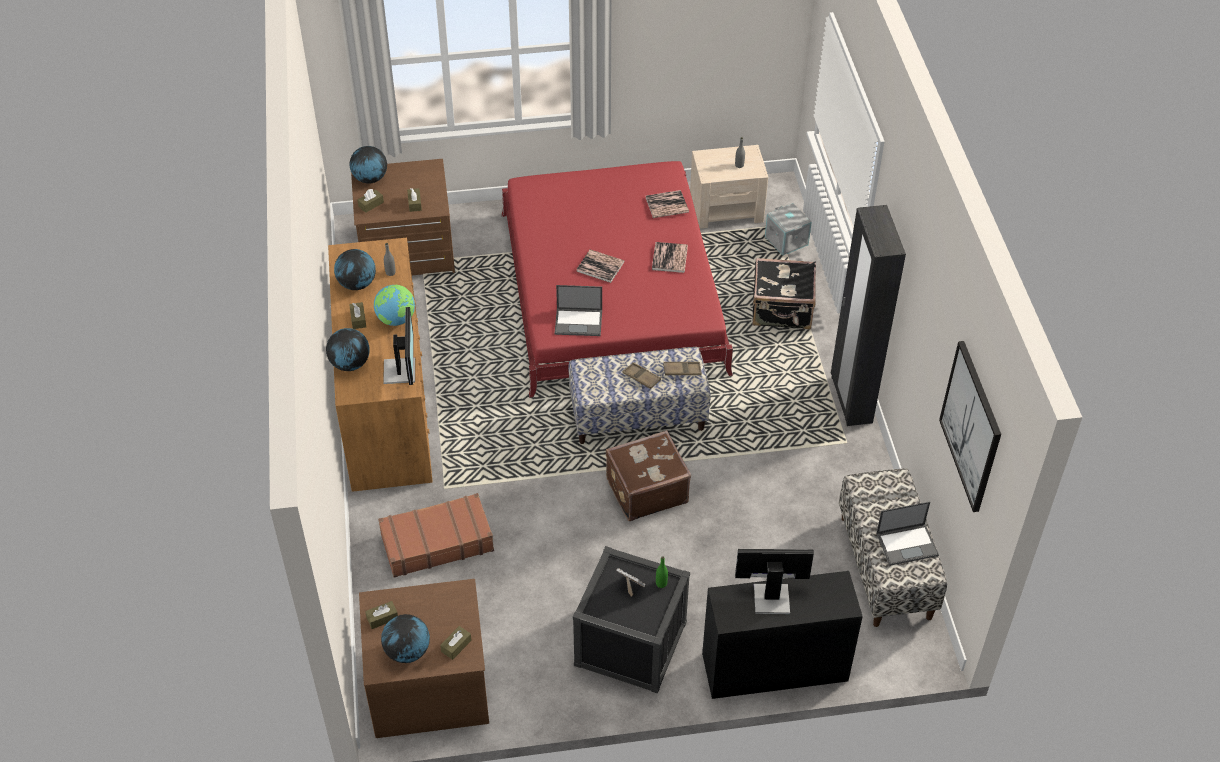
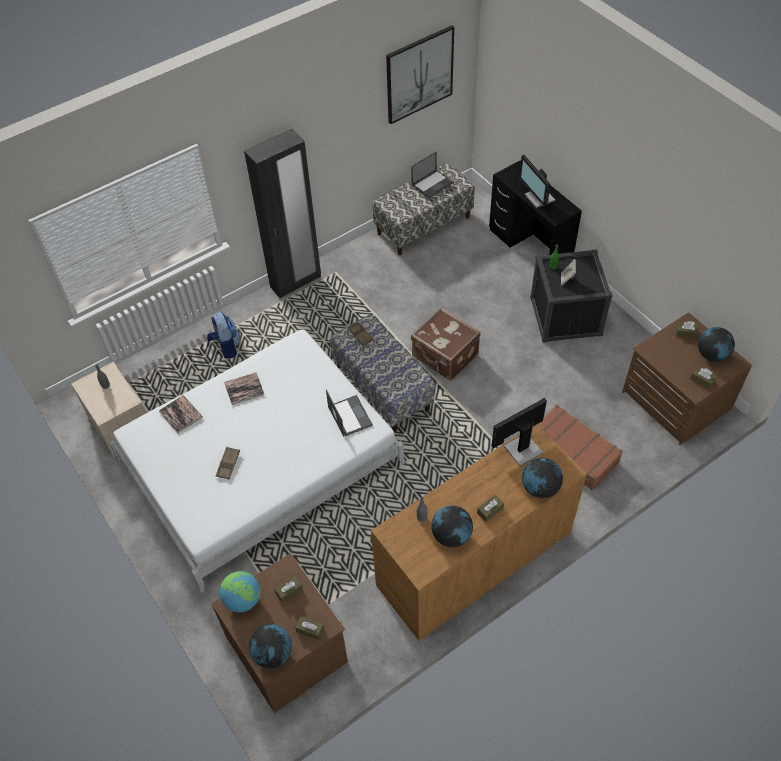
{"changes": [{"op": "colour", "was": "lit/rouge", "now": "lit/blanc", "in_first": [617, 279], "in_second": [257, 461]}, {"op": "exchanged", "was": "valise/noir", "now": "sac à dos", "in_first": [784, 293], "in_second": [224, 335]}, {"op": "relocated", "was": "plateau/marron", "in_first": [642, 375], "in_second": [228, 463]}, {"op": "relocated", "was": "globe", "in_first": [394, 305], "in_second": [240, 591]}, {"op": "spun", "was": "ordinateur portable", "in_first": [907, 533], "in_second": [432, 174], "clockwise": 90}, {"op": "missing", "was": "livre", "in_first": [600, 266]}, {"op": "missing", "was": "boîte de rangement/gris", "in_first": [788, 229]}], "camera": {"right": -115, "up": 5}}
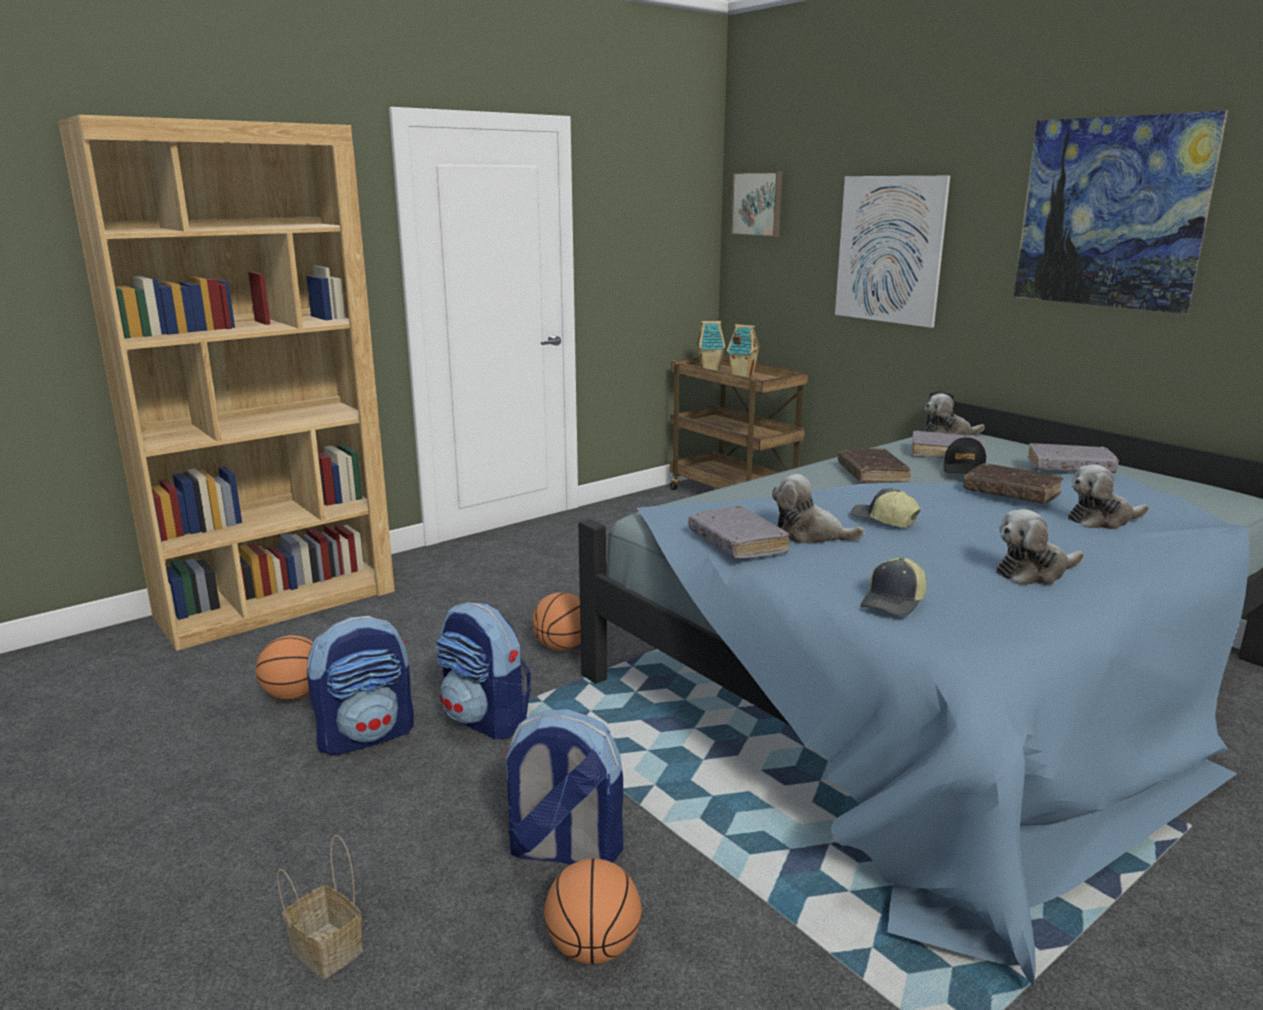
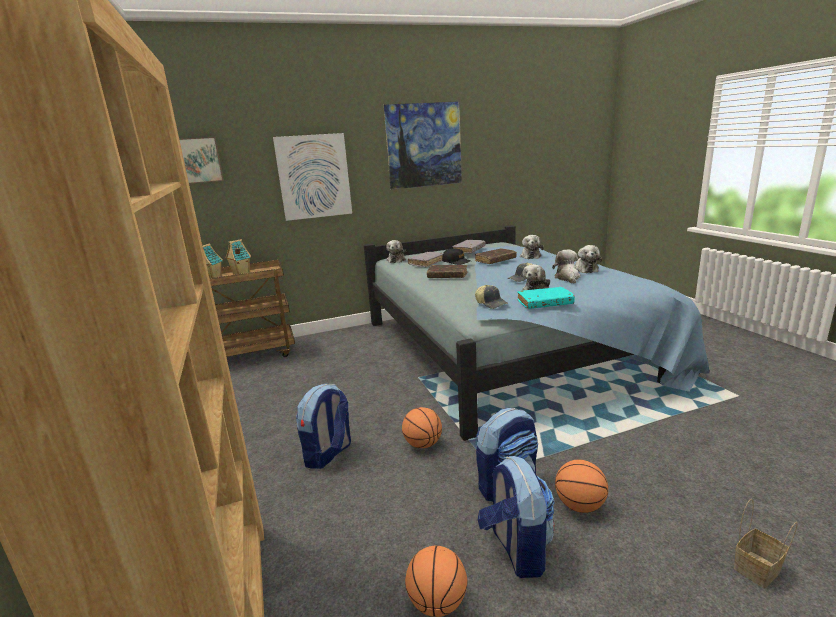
{"changes": [{"op": "relocated", "was": "sac à dos", "in_first": [563, 787], "in_second": [323, 426]}, {"op": "relocated", "was": "casquette", "in_first": [893, 586], "in_second": [491, 297]}, {"op": "colour", "was": "livre/gris", "now": "livre/turquoise", "in_first": [738, 532], "in_second": [546, 298]}, {"op": "appeared", "now": "peluche", "in_second": [566, 266]}, {"op": "relocated", "was": "ballon de basket", "in_first": [593, 911], "in_second": [581, 486]}], "camera": {"right": -70, "up": 0}}
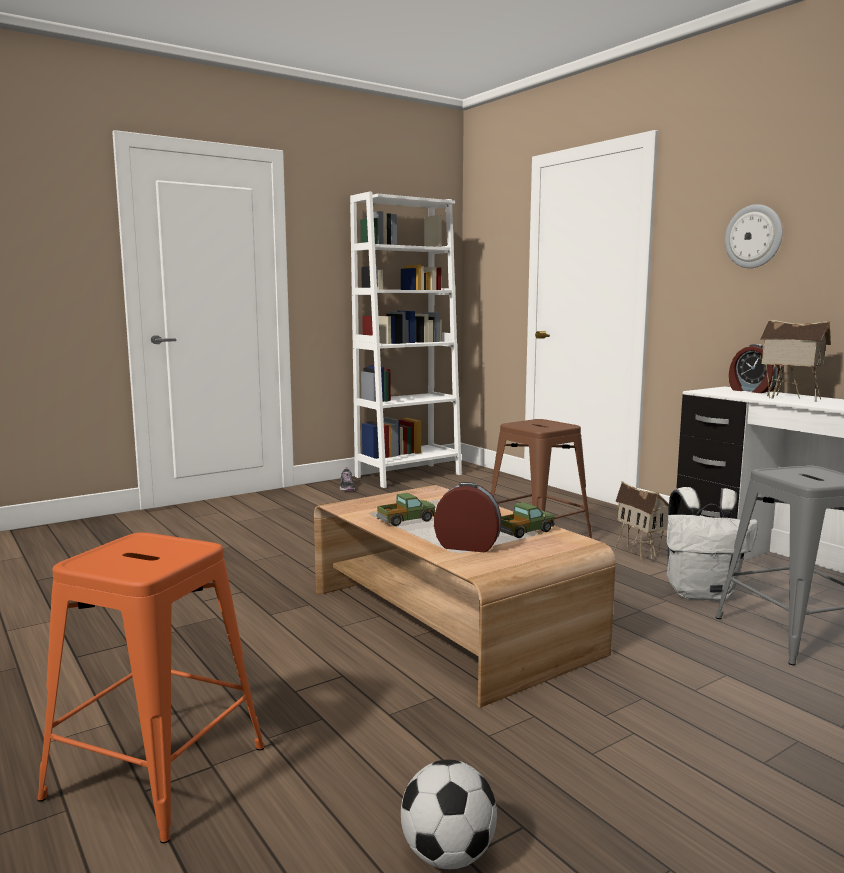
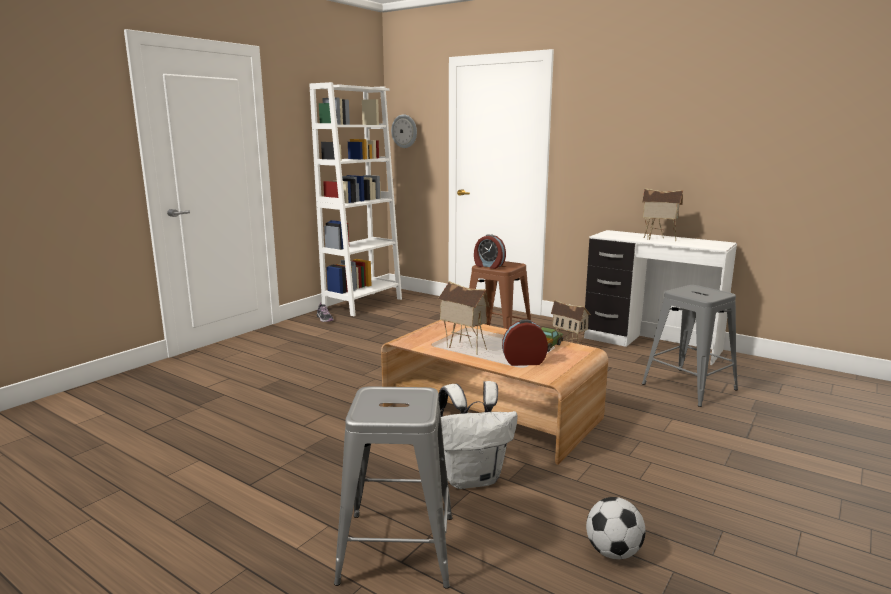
{"changes": [{"op": "colour", "was": "tabouret/orange", "now": "tabouret/gris", "in_first": [151, 688], "in_second": [393, 487]}, {"op": "relocated", "was": "horloge murale", "in_first": [754, 236], "in_second": [404, 131]}, {"op": "exchanged", "was": "camion jouet", "now": "maison miniature", "in_first": [406, 509], "in_second": [463, 318]}, {"op": "relocated", "was": "sac à dos/blanc", "in_first": [712, 544], "in_second": [478, 435]}, {"op": "relocated", "was": "réveil", "in_first": [754, 368], "in_second": [490, 251]}], "camera": {"right": -20, "up": 5}}
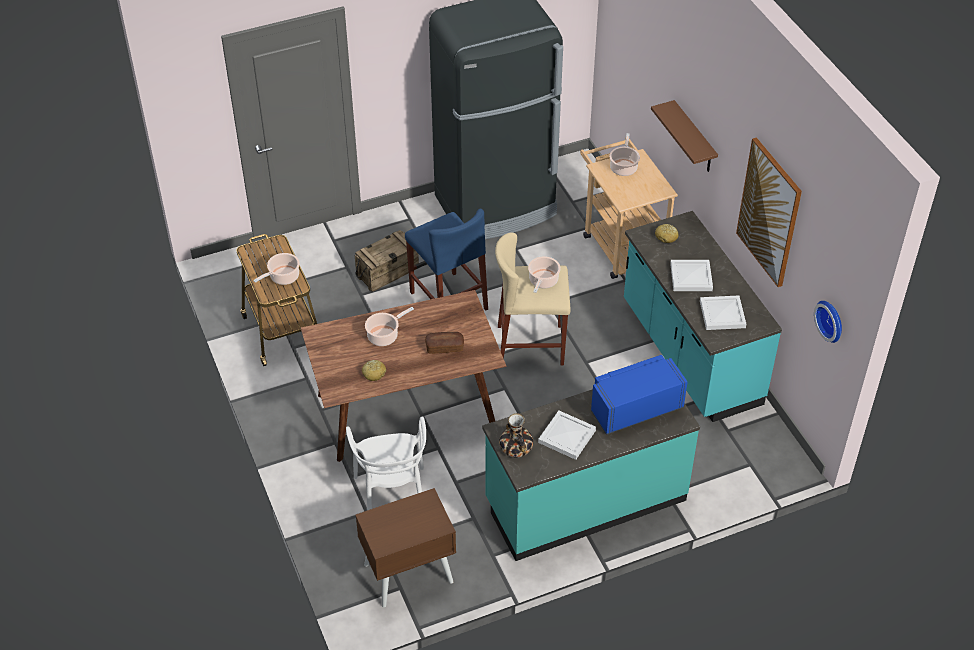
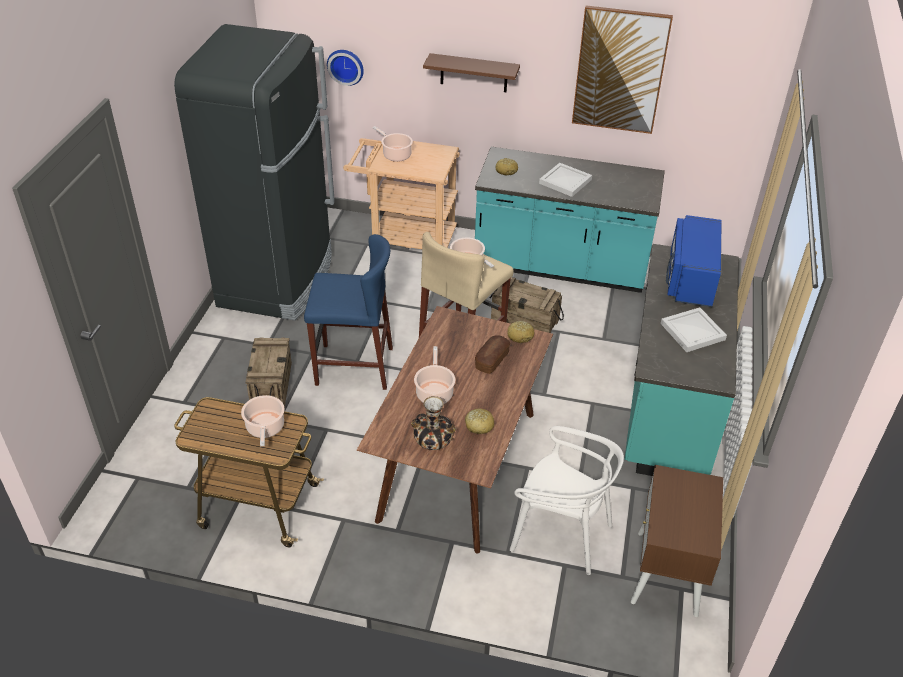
{"changes": [{"op": "relocated", "was": "horloge murale", "in_first": [828, 322], "in_second": [345, 68]}, {"op": "relocated", "was": "vase", "in_first": [516, 435], "in_second": [433, 423]}, {"op": "appeared", "now": "caisse", "in_second": [527, 305]}, {"op": "appeared", "now": "pain", "in_second": [521, 332]}, {"op": "missing", "was": "plateau/blanc", "in_first": [723, 312]}], "camera": {"right": -55, "up": -5}}
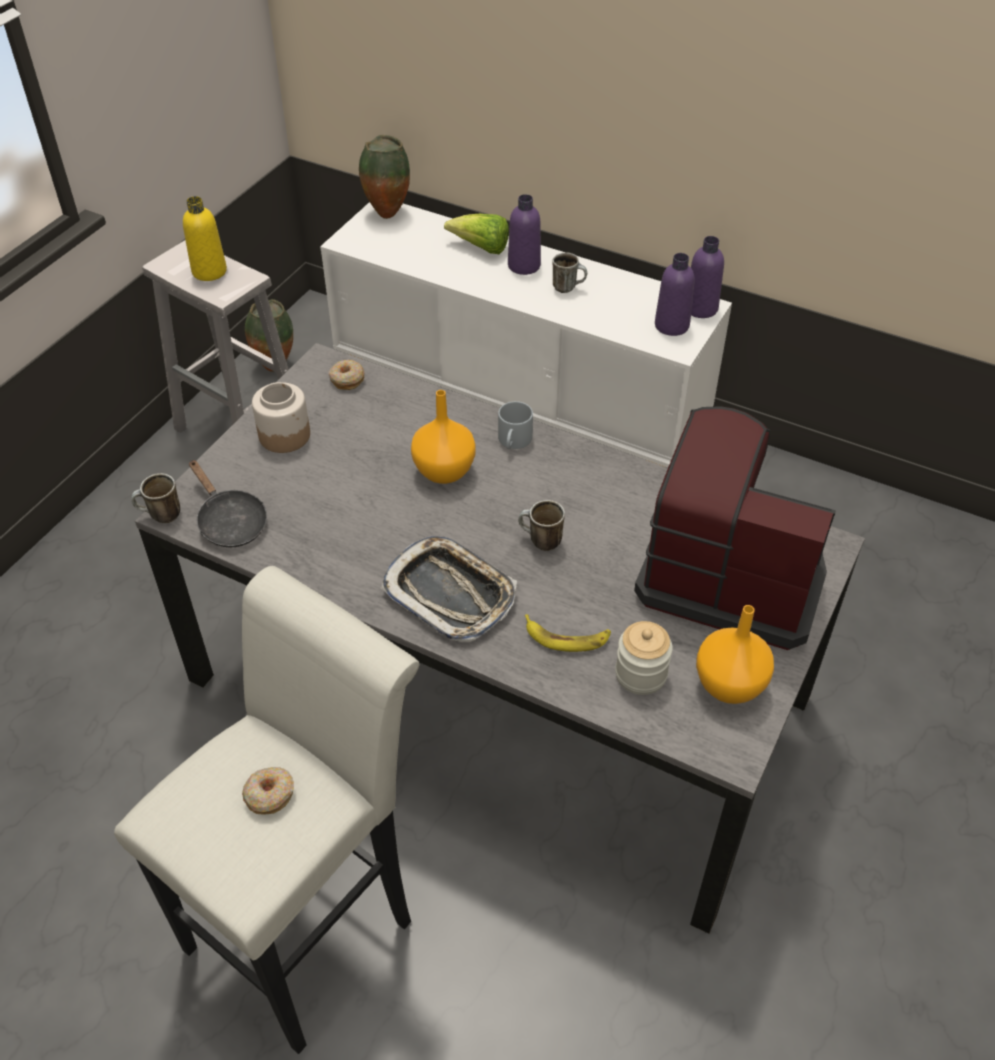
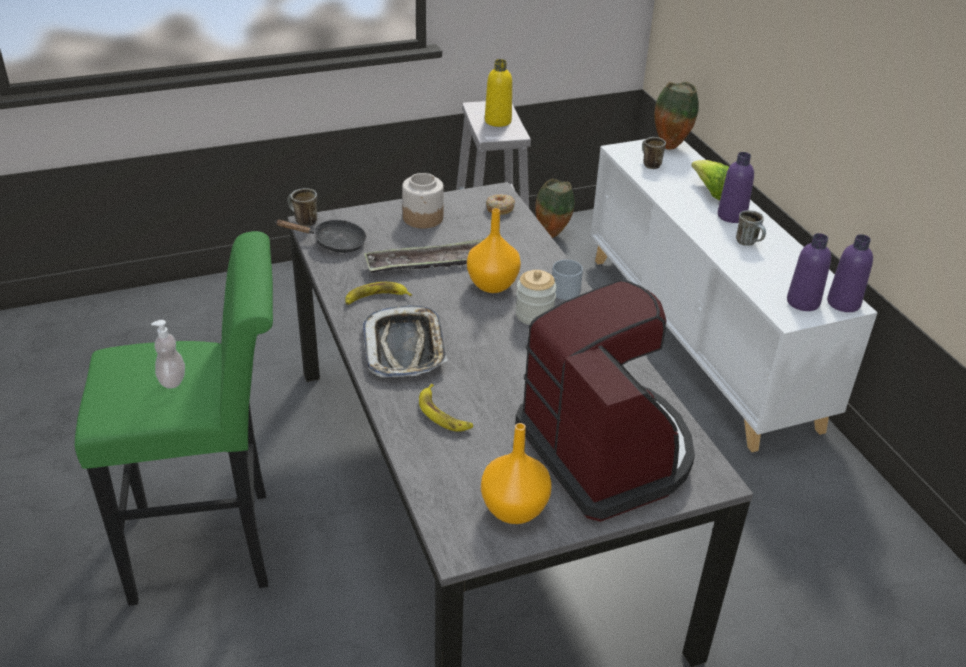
{"changes": [{"op": "colour", "was": "tabouret/blanc", "now": "tabouret/vert", "in_first": [266, 810], "in_second": [174, 418]}, {"op": "exchanged", "was": "beignet", "now": "distributeur de savon", "in_first": [268, 791], "in_second": [168, 354]}, {"op": "spun", "was": "poêle/noir", "in_first": [228, 504], "in_second": [321, 236], "clockwise": -90}, {"op": "appeared", "now": "banane", "in_second": [378, 293]}, {"op": "appeared", "now": "plateau", "in_second": [424, 255]}, {"op": "relocated", "was": "bocal", "in_first": [644, 658], "in_second": [536, 297]}, {"op": "relocated", "was": "mug", "in_first": [541, 525], "in_second": [654, 153]}], "camera": {"right": 40, "up": -10}}
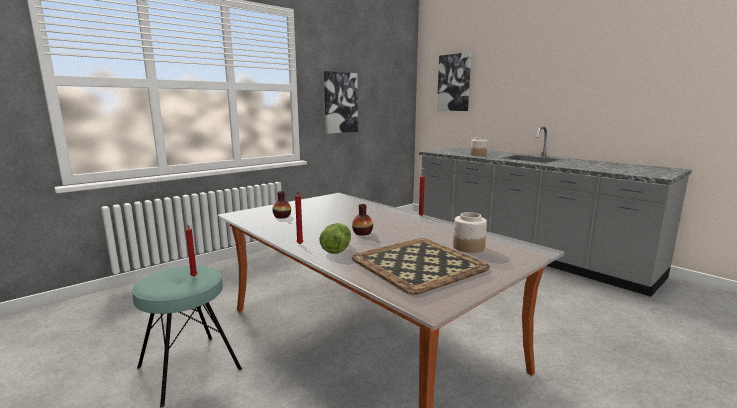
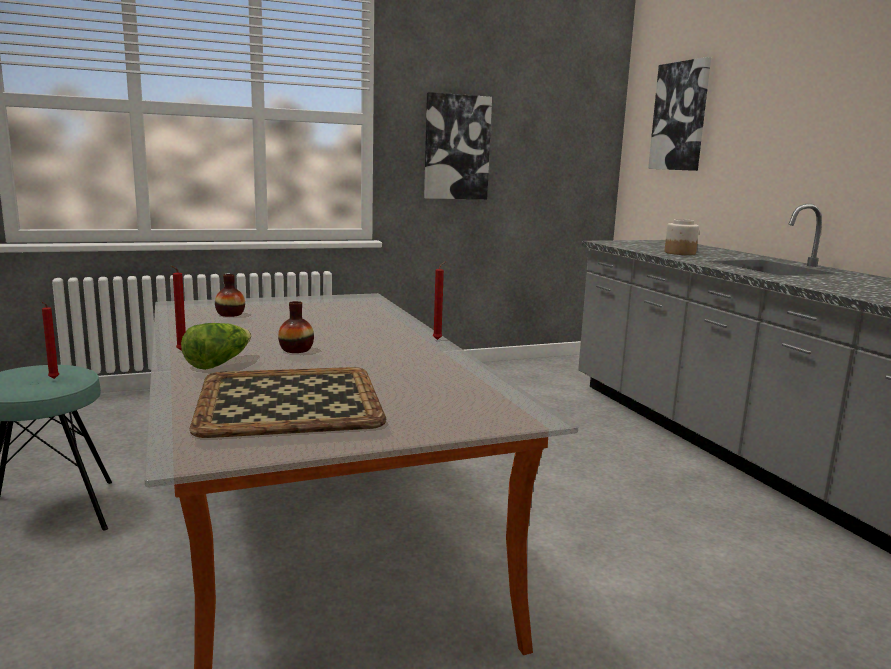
{"changes": [{"op": "missing", "was": "bocal", "in_first": [470, 232]}], "camera": {"right": 20, "up": 0}}
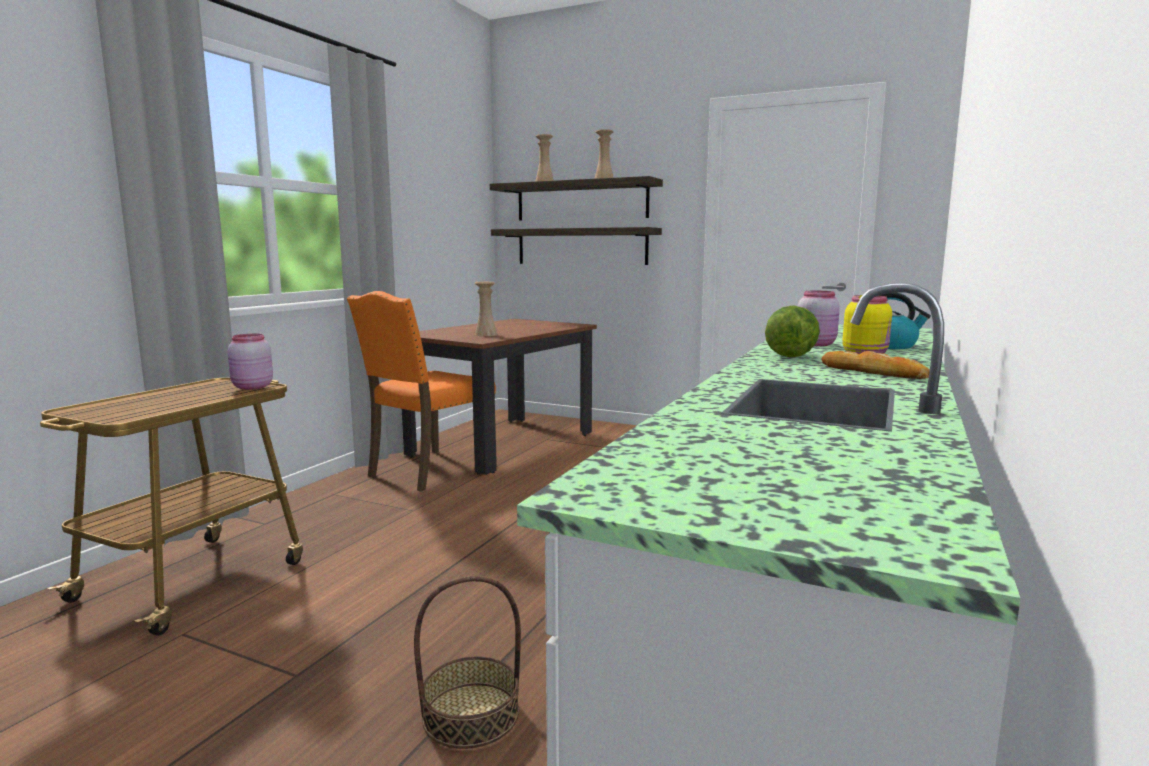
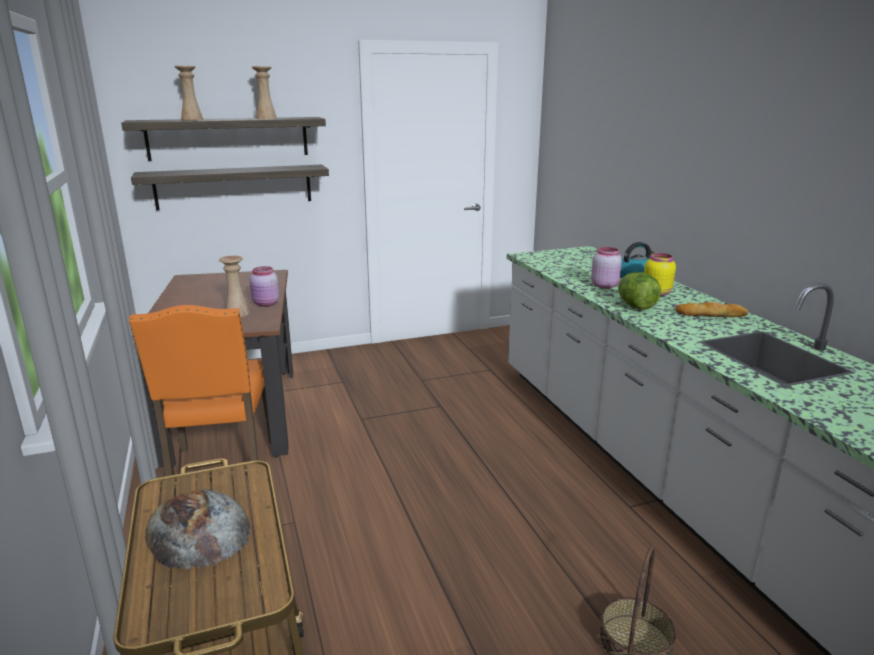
{"changes": [{"op": "appeared", "now": "pain", "in_second": [198, 529]}, {"op": "relocated", "was": "bocal/rose", "in_first": [250, 362], "in_second": [264, 286]}], "camera": {"right": -45, "up": 10}}
